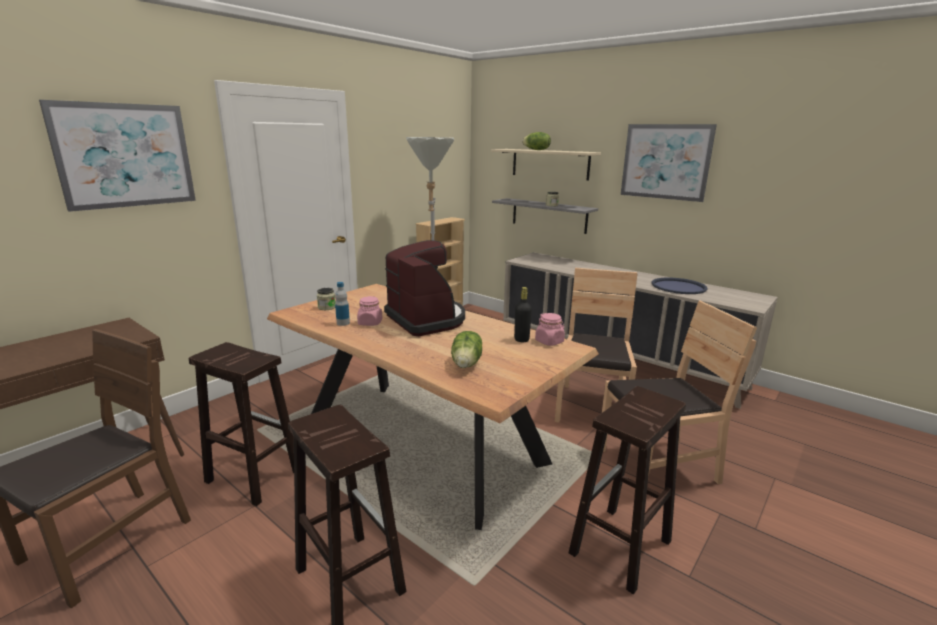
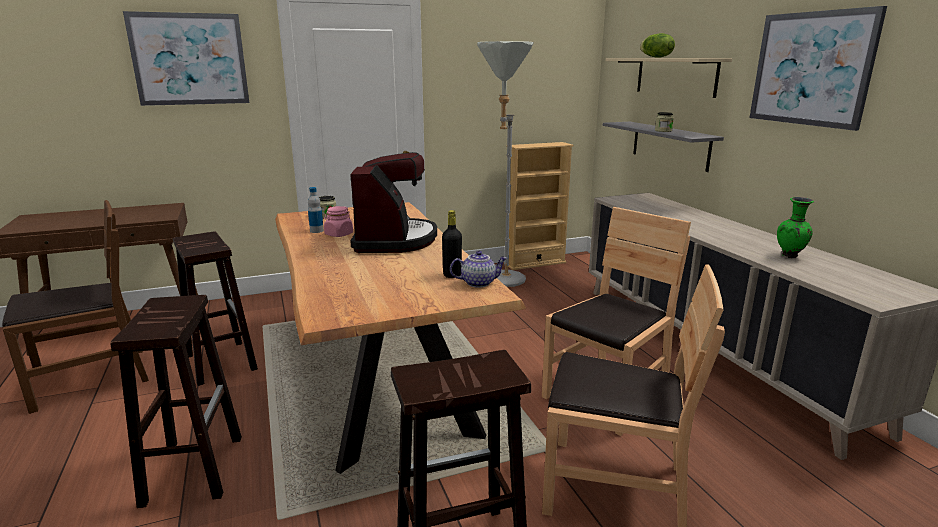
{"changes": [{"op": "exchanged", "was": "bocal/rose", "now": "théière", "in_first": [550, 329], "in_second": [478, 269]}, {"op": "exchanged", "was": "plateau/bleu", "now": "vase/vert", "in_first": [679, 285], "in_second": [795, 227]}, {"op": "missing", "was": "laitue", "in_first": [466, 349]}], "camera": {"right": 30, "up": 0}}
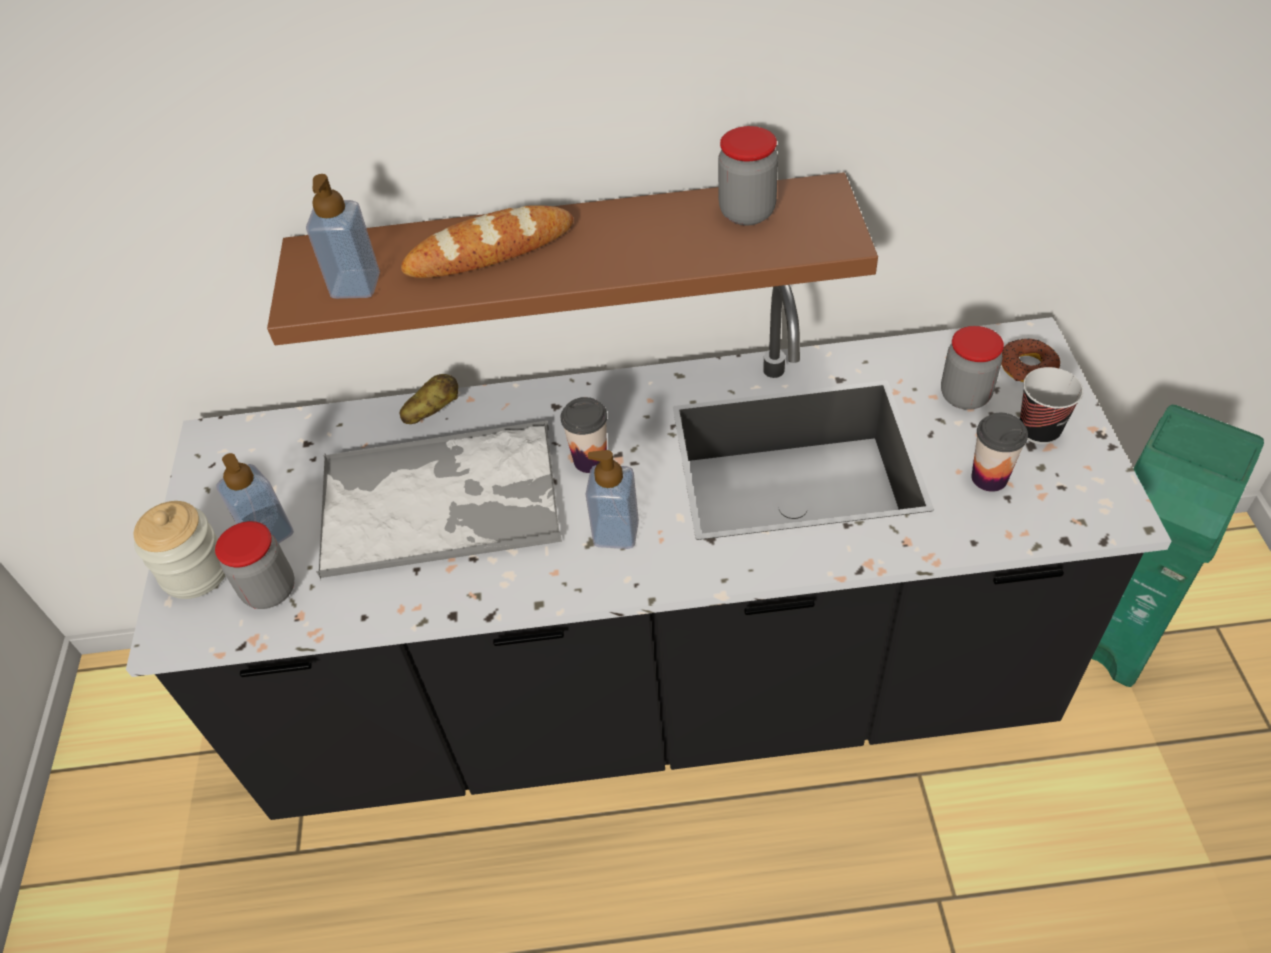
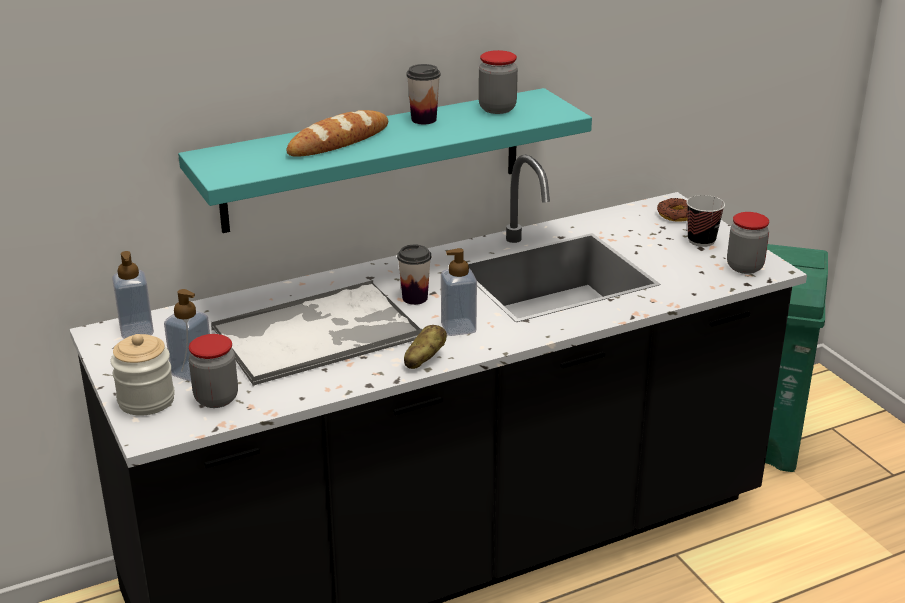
{"changes": [{"op": "relocated", "was": "distributeur de savon", "in_first": [343, 236], "in_second": [133, 295]}, {"op": "colour", "was": "étagère/marron", "now": "étagère/turquoise", "in_first": [572, 258], "in_second": [385, 160]}, {"op": "relocated", "was": "pomme de terre", "in_first": [428, 399], "in_second": [425, 347]}, {"op": "relocated", "was": "tasse", "in_first": [999, 452], "in_second": [423, 94]}, {"op": "relocated", "was": "bocal", "in_first": [972, 368], "in_second": [748, 243]}], "camera": {"right": -25, "up": -20}}
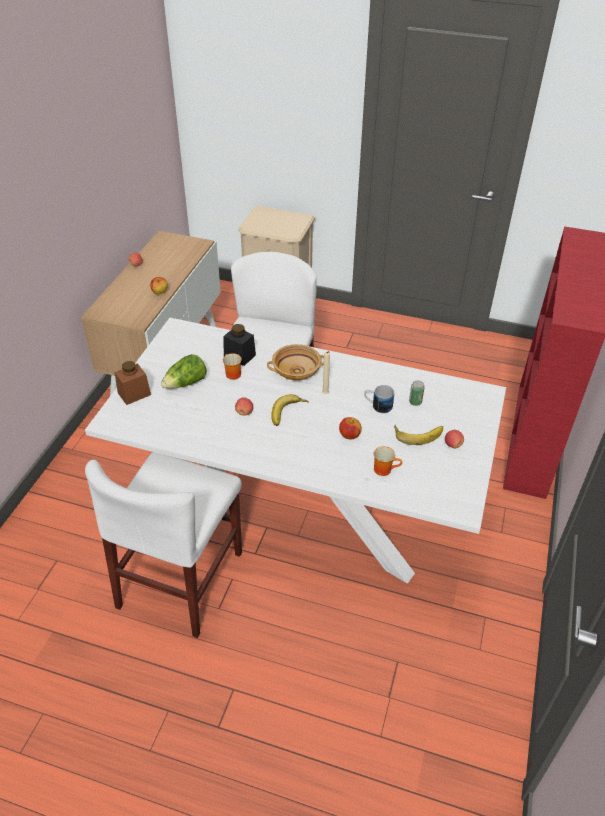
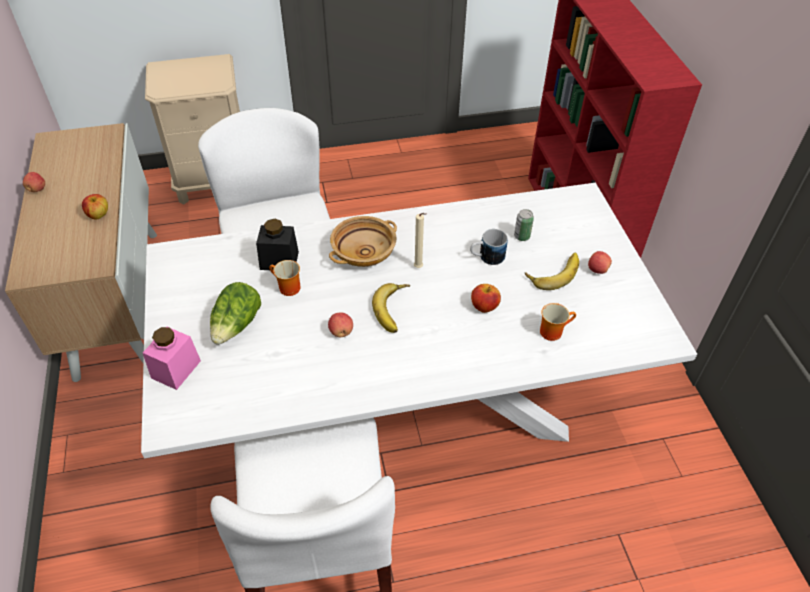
{"changes": [{"op": "colour", "was": "bocal/marron", "now": "bocal/rose", "in_first": [132, 383], "in_second": [172, 358]}], "camera": {"right": -30, "up": 5}}
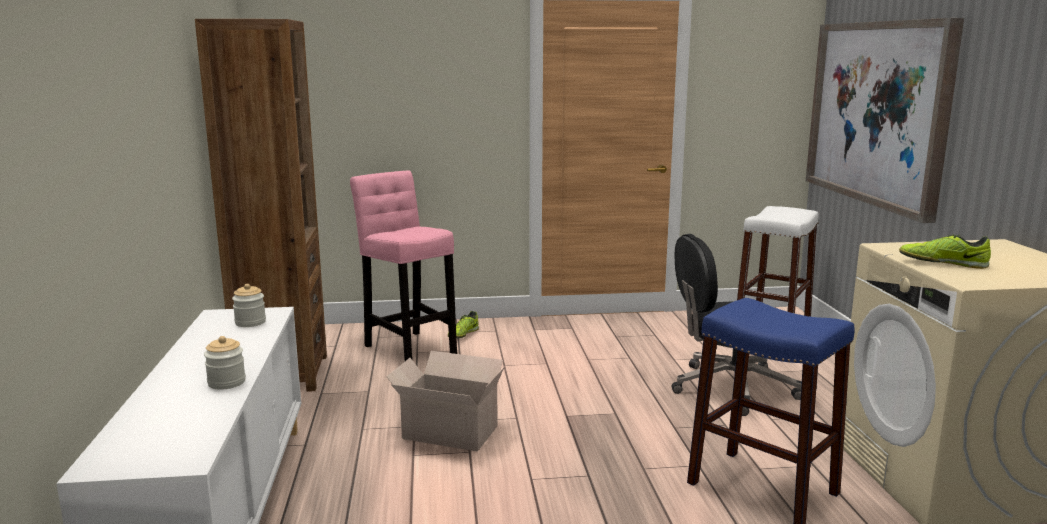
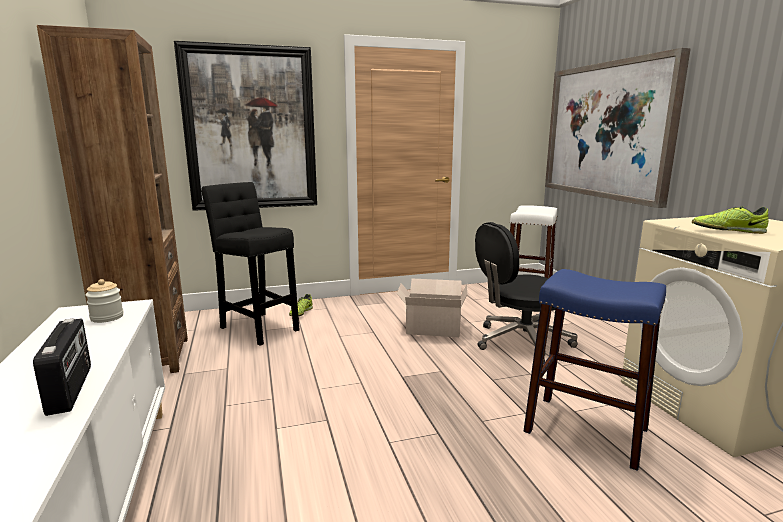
{"changes": [{"op": "exchanged", "was": "bocal", "now": "radio", "in_first": [225, 363], "in_second": [62, 367]}, {"op": "appeared", "now": "tableau", "in_second": [245, 126]}, {"op": "colour", "was": "tabouret/rose", "now": "tabouret/noir", "in_first": [403, 265], "in_second": [250, 264]}, {"op": "relocated", "was": "carton", "in_first": [445, 401], "in_second": [432, 308]}], "camera": {"right": -10, "up": 0}}
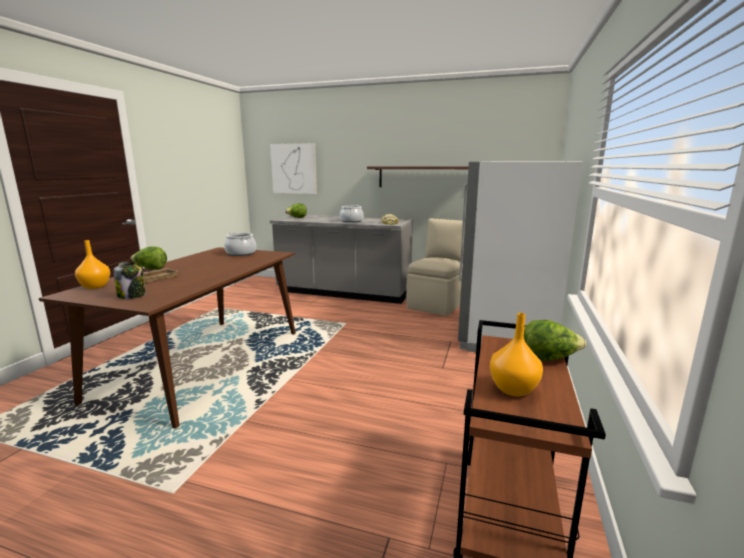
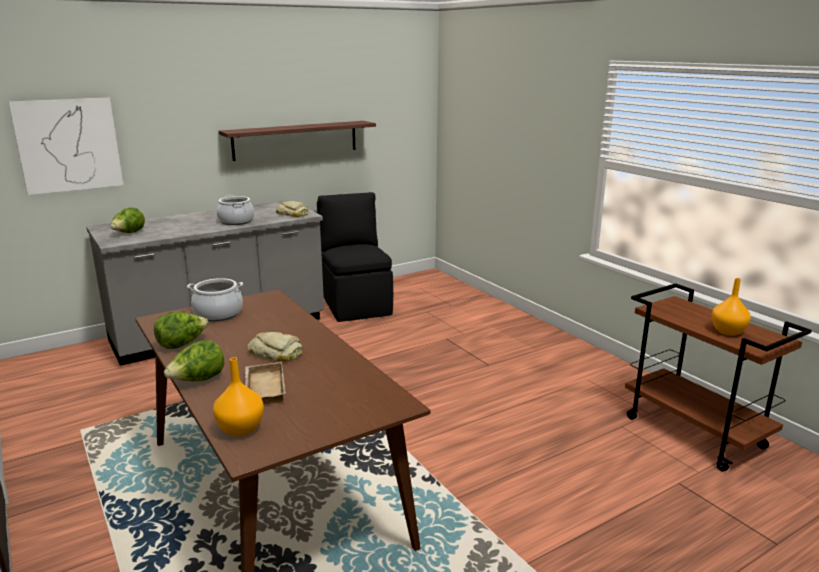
{"changes": [{"op": "relocated", "was": "laitue", "in_first": [555, 340], "in_second": [181, 330]}, {"op": "appeared", "now": "pain", "in_second": [275, 347]}, {"op": "colour", "was": "chaise/beige", "now": "chaise/noir", "in_first": [435, 267], "in_second": [355, 257]}, {"op": "missing", "was": "bocal", "in_first": [130, 280]}, {"op": "missing", "was": "réfrigérateur/blanc", "in_first": [520, 256]}], "camera": {"right": -50, "up": 5}}
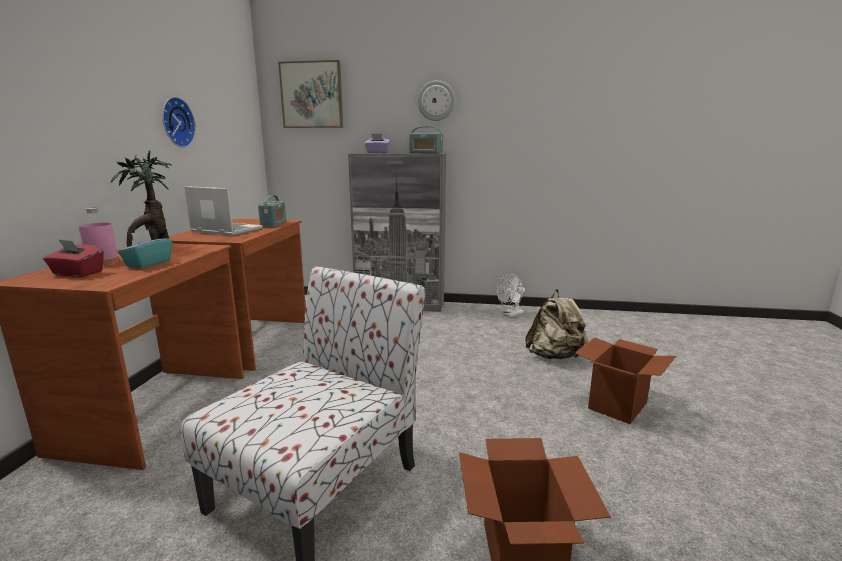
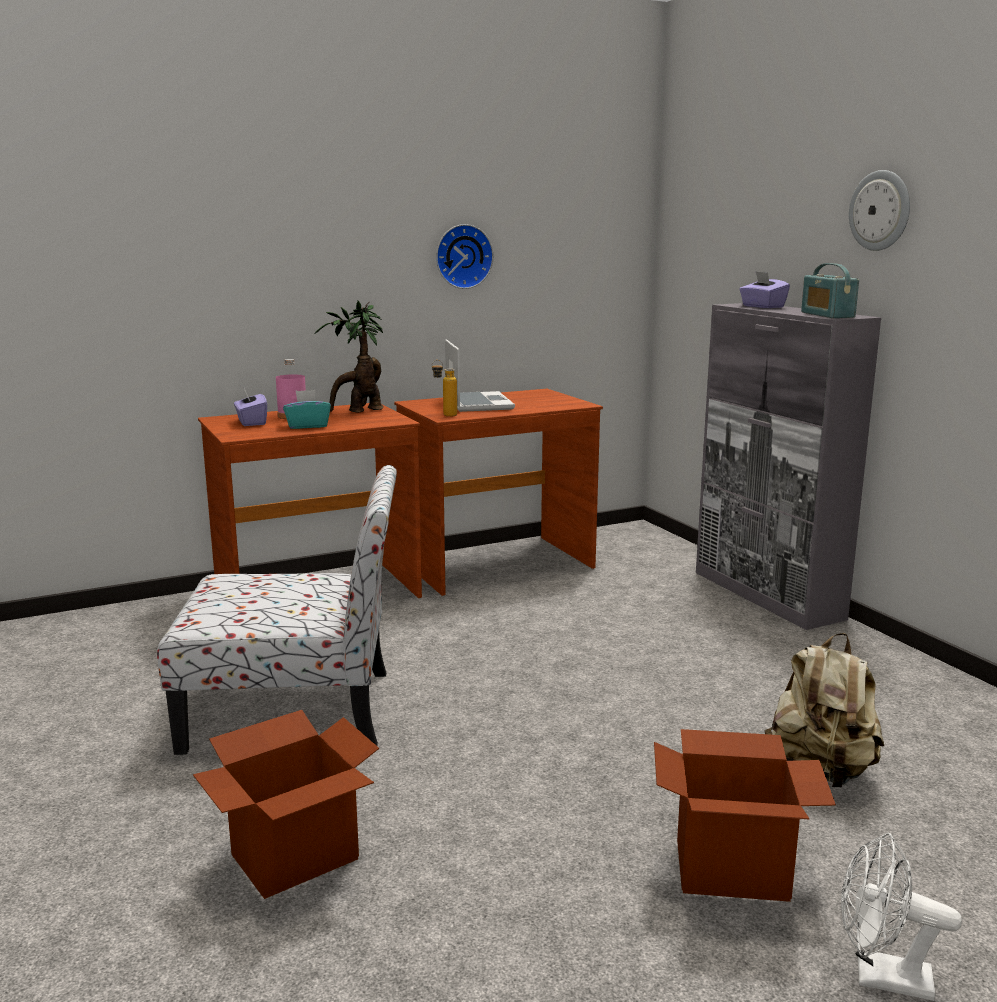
{"changes": [{"op": "colour", "was": "boîte à mouchoirs/rouge", "now": "boîte à mouchoirs/violet", "in_first": [73, 258], "in_second": [250, 407]}, {"op": "appeared", "now": "bouteille", "in_second": [444, 388]}, {"op": "relocated", "was": "ventilateur/blanc", "in_first": [511, 295], "in_second": [901, 917]}, {"op": "missing", "was": "radio", "in_first": [272, 211]}, {"op": "missing", "was": "tableau", "in_first": [310, 94]}], "camera": {"right": 55, "up": 0}}
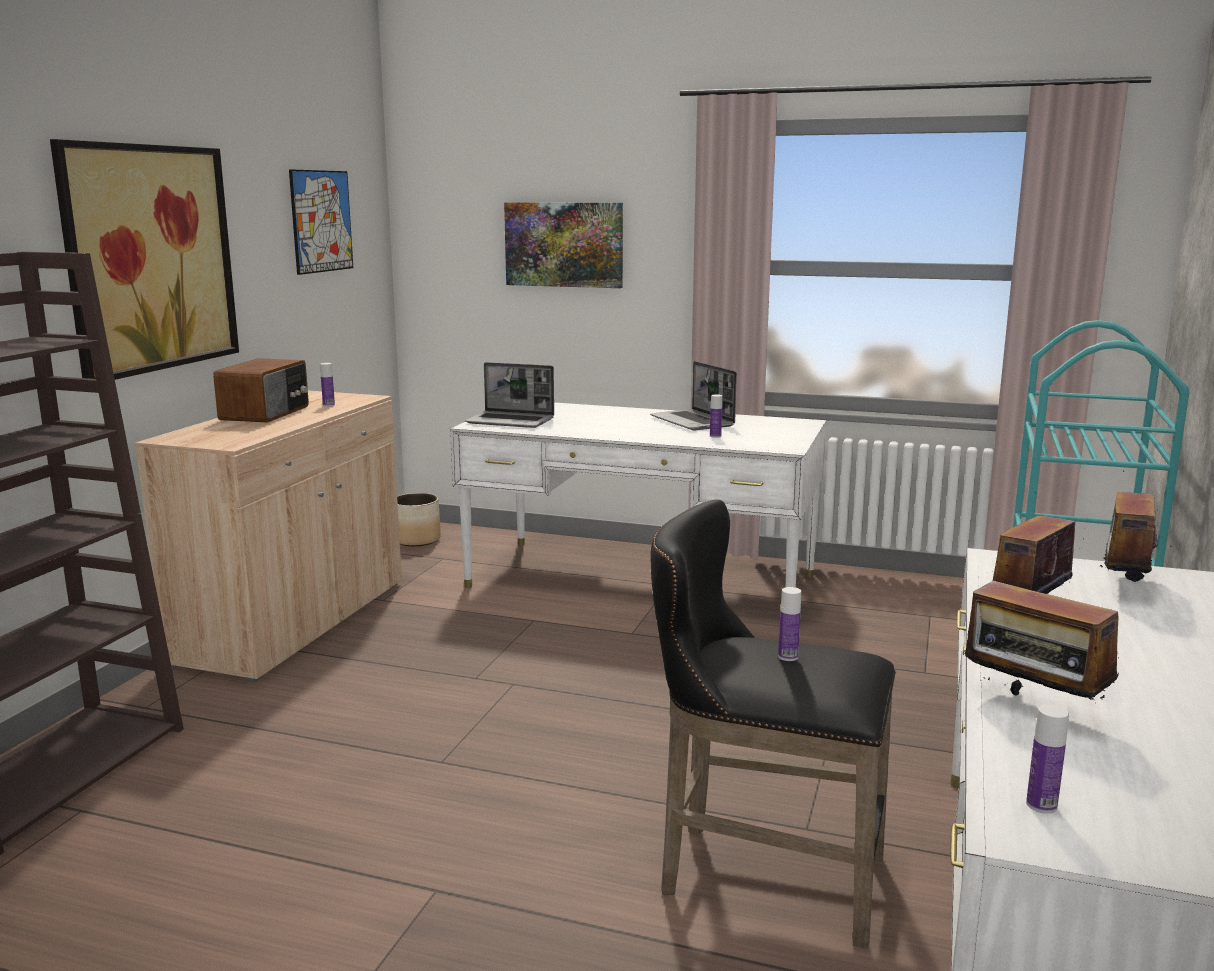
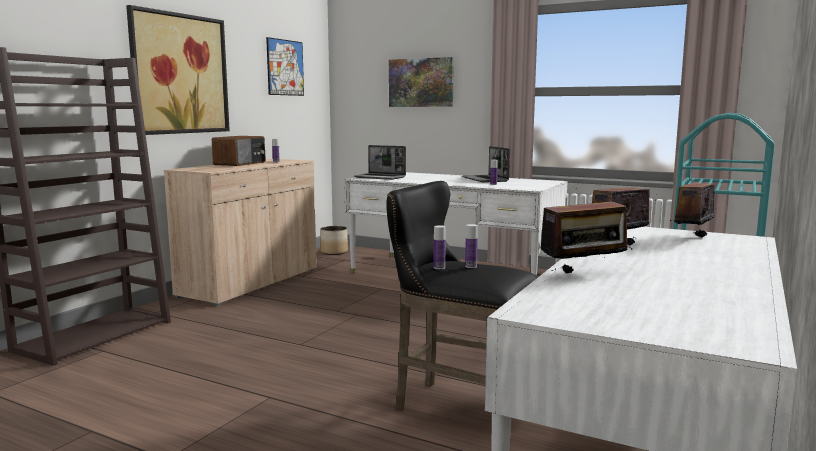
{"changes": [{"op": "relocated", "was": "bouteille", "in_first": [1047, 759], "in_second": [440, 247]}, {"op": "spun", "was": "radio", "in_first": [1042, 631], "in_second": [587, 230], "clockwise": -75}], "camera": {"right": 10, "up": -5}}
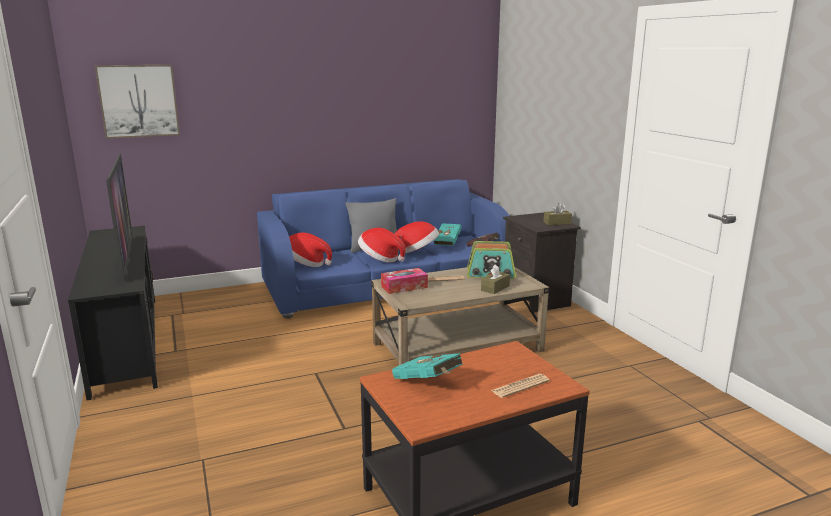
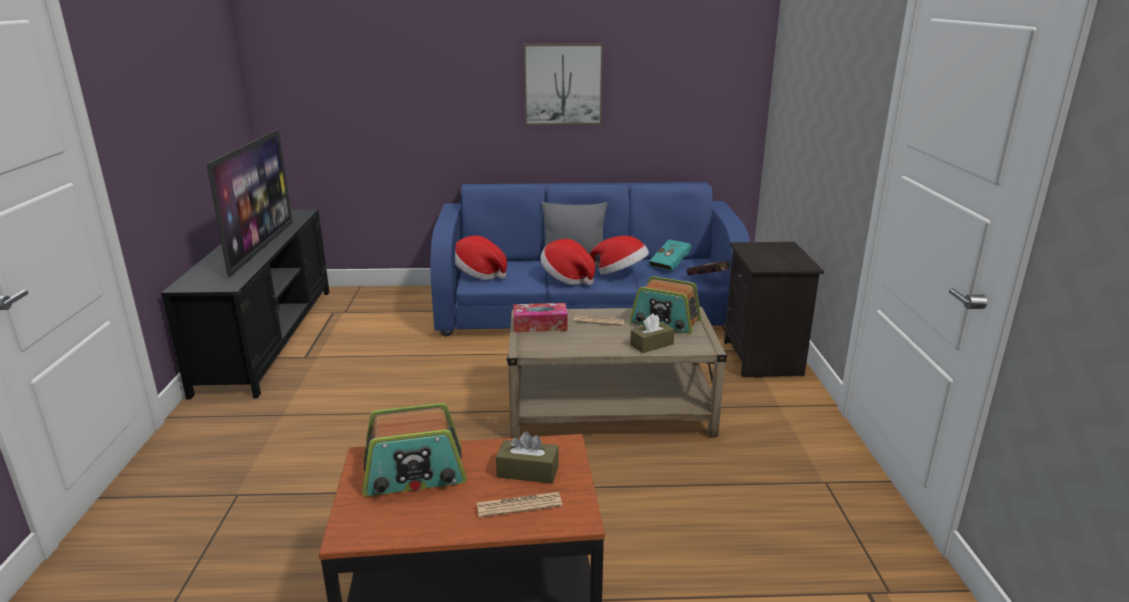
{"changes": [{"op": "exchanged", "was": "livre/turquoise", "now": "radio", "in_first": [427, 366], "in_second": [414, 450]}, {"op": "relocated", "was": "boîte à mouchoirs/marron", "in_first": [557, 214], "in_second": [527, 457]}, {"op": "relocated", "was": "tableau", "in_first": [137, 102], "in_second": [563, 84]}], "camera": {"right": 20, "up": 5}}
